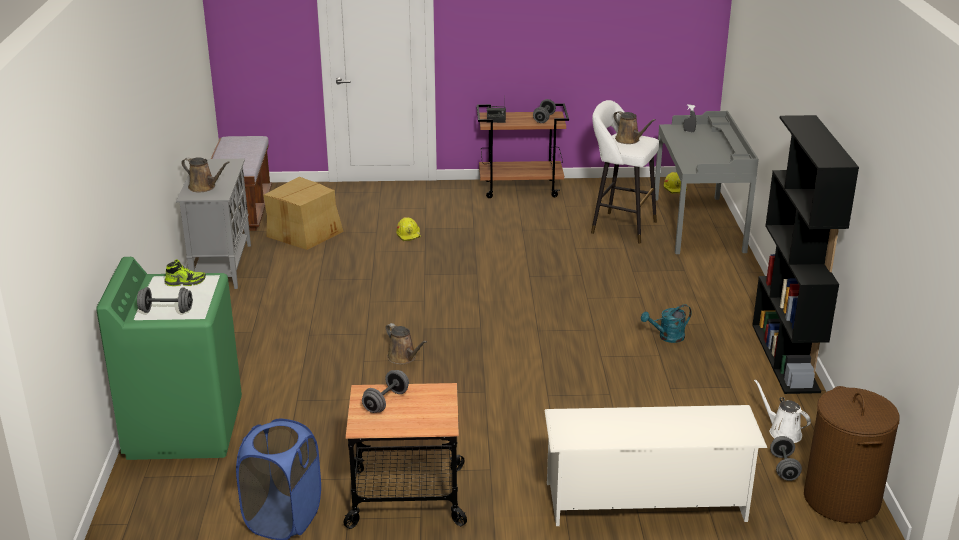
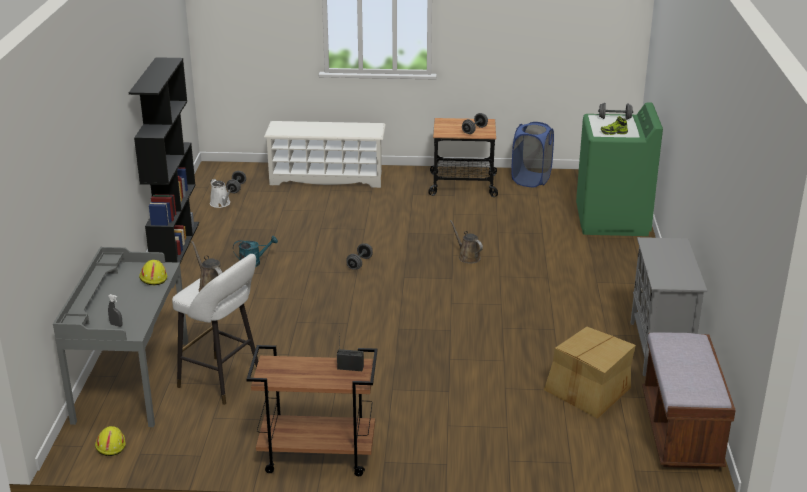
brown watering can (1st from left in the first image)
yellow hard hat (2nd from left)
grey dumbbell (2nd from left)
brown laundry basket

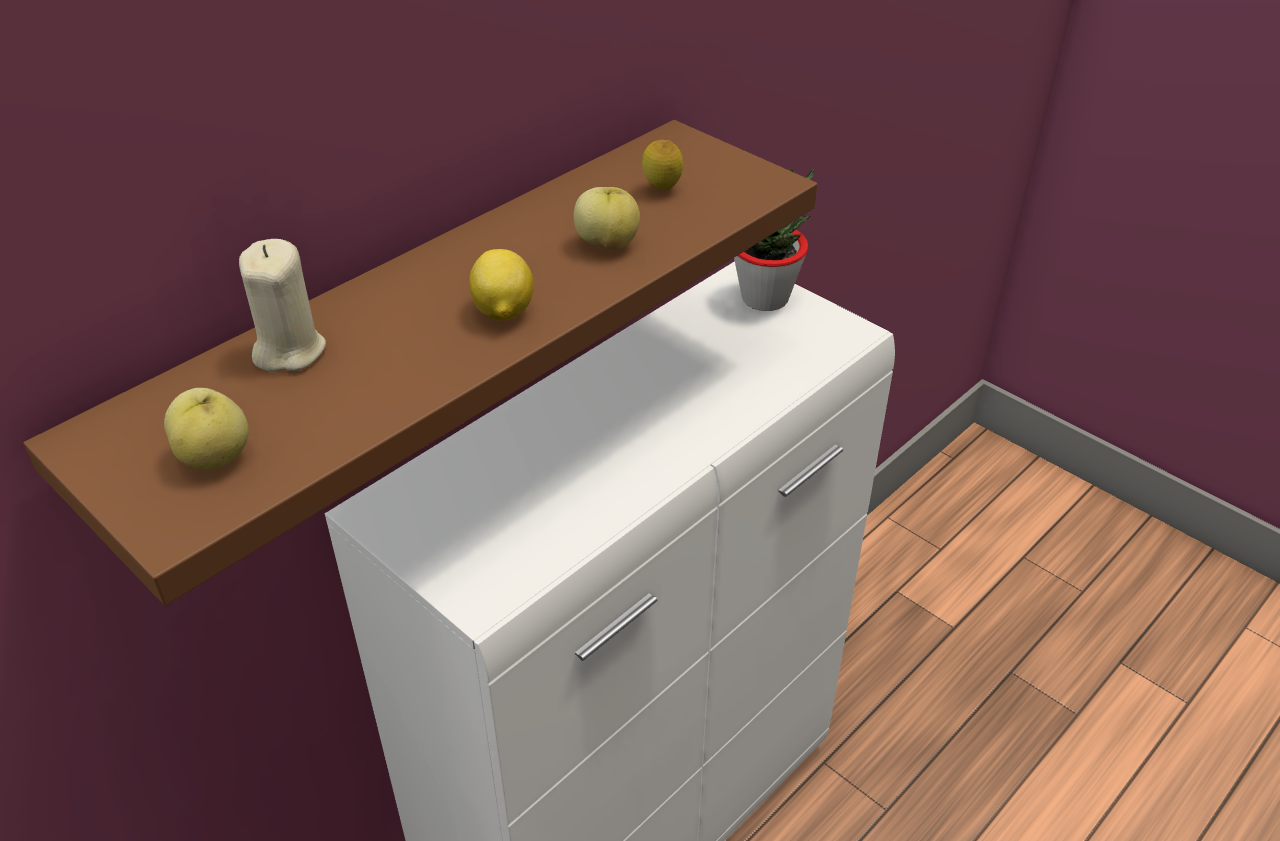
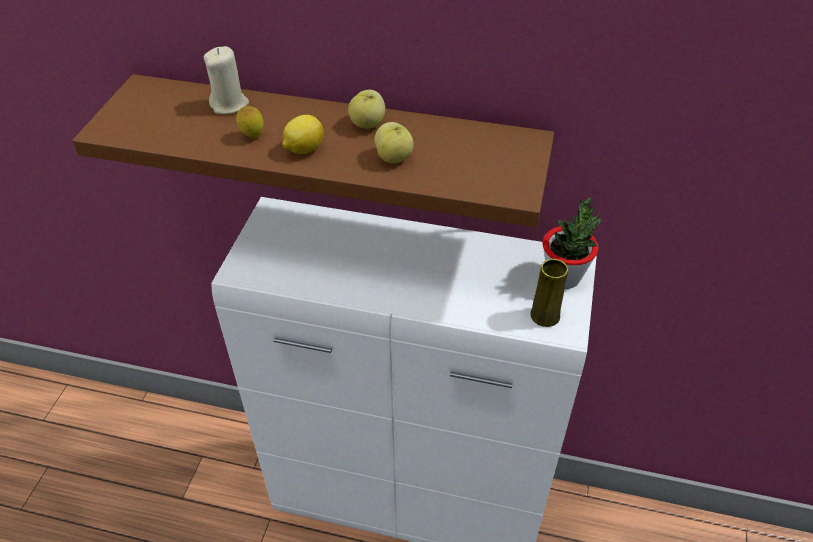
apple (1st from left)
lemon (1st from left)
yellow vase

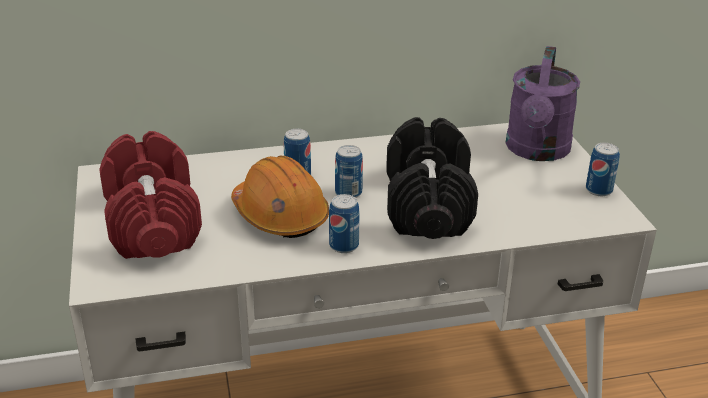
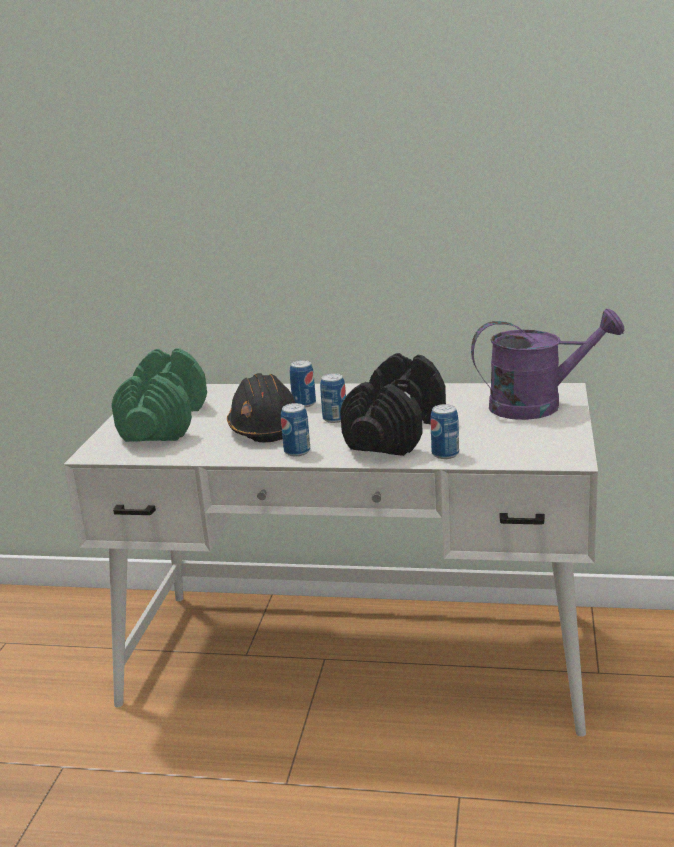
green dumbbell
black hard hat
purple watering can
can (4th from left)

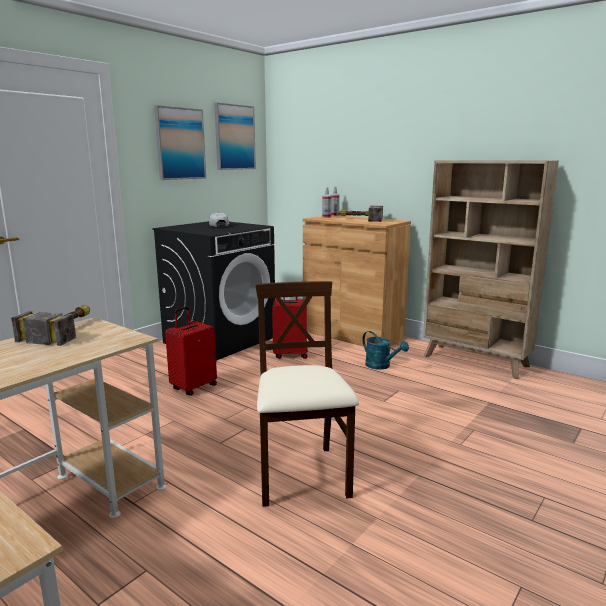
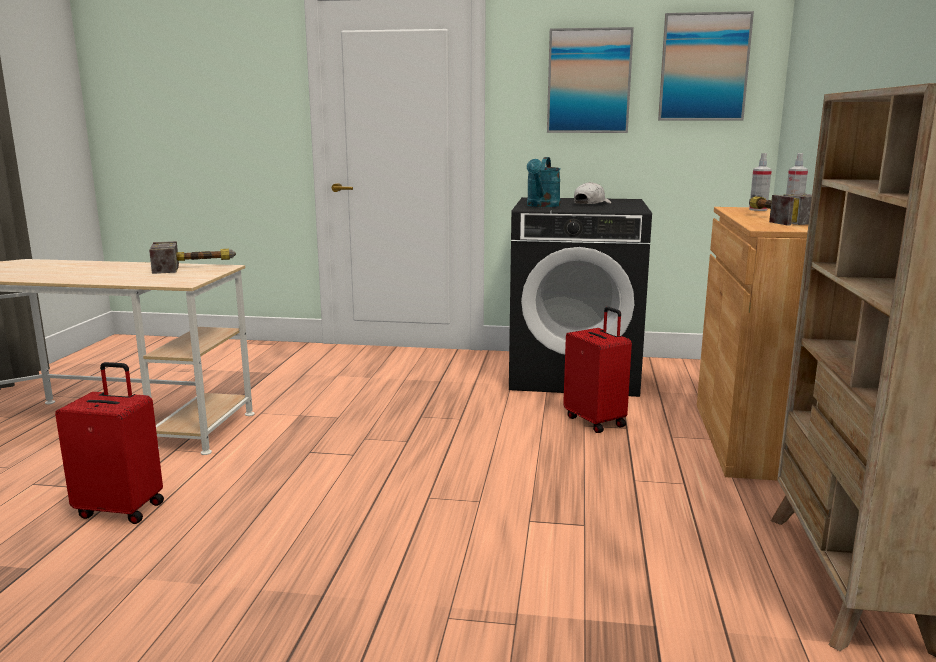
red suitcase (1st from left)
beige chair
turquoise watering can

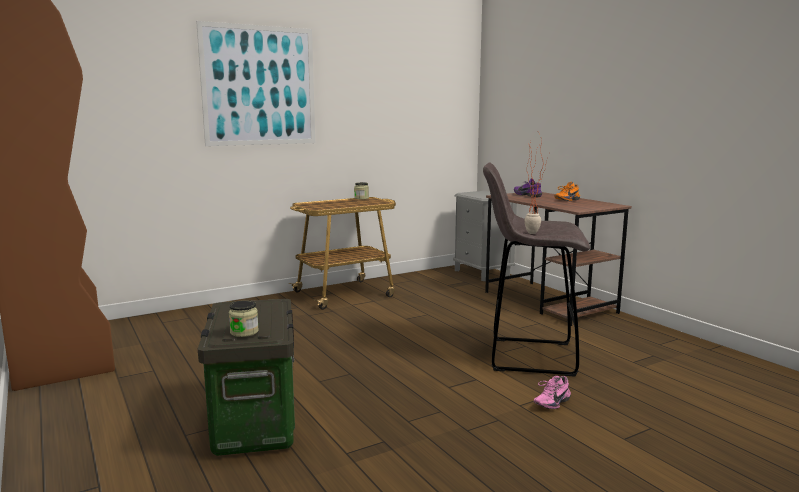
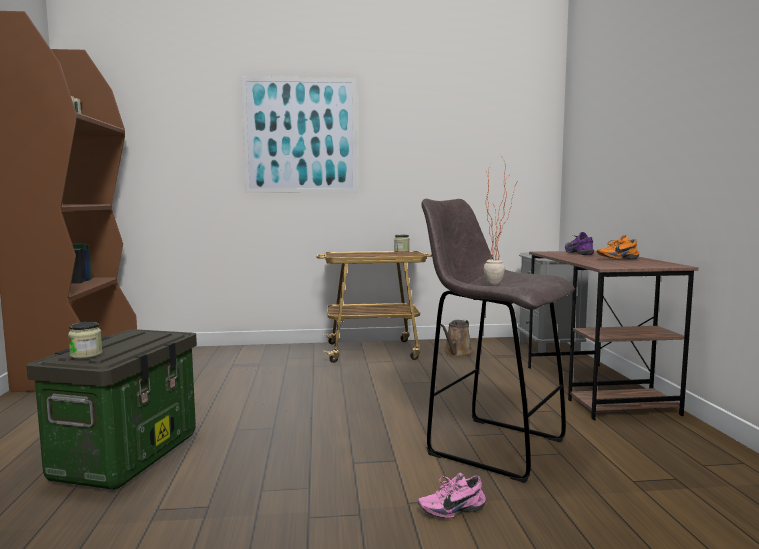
brown watering can

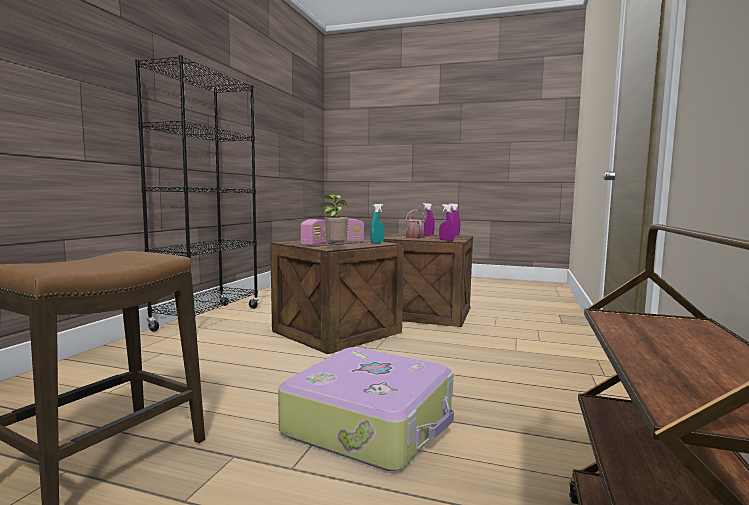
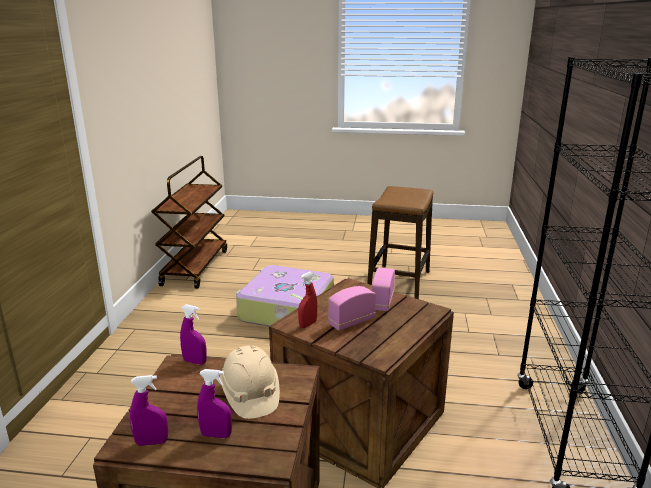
potted plant
red spray bottle
beige hard hat

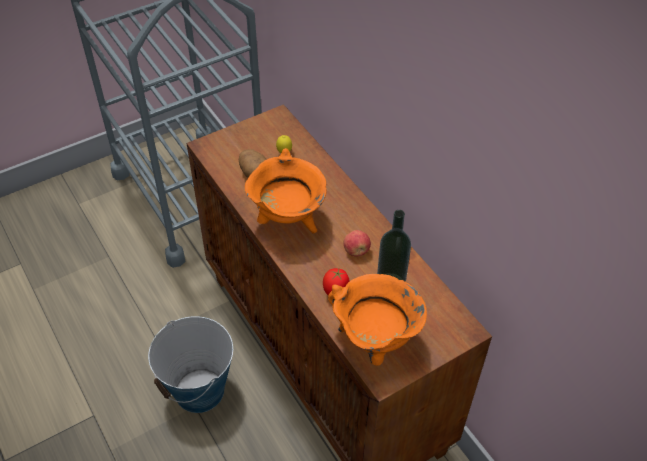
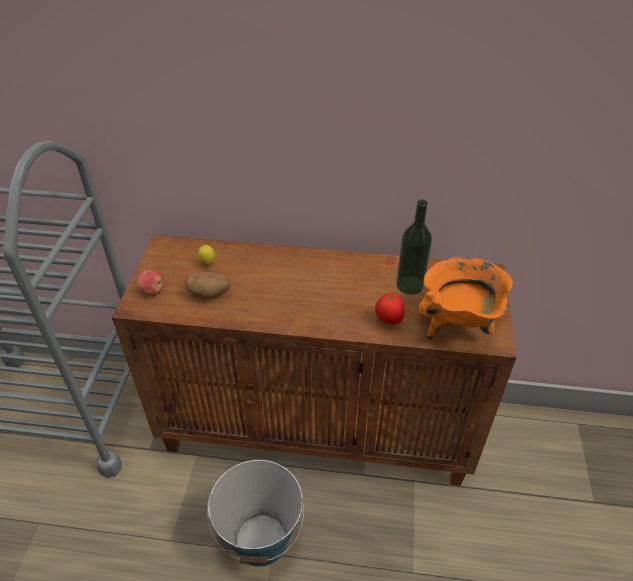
orange cooking pot (1st from left in the first image)
apple

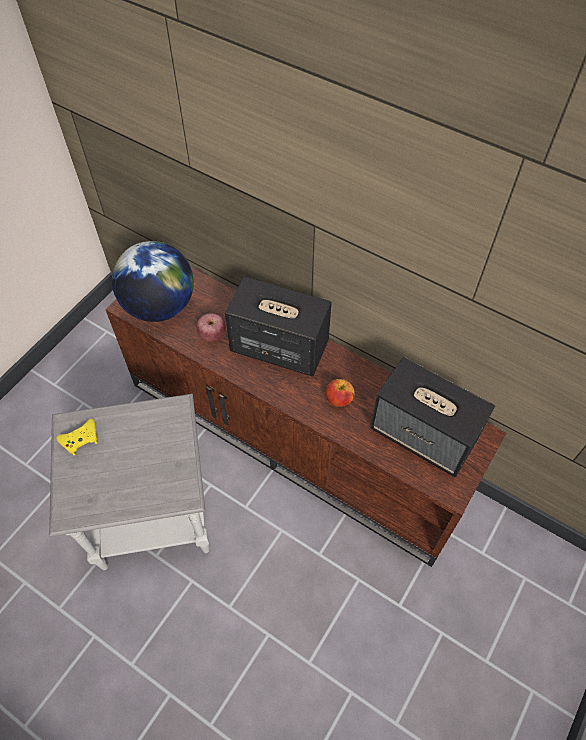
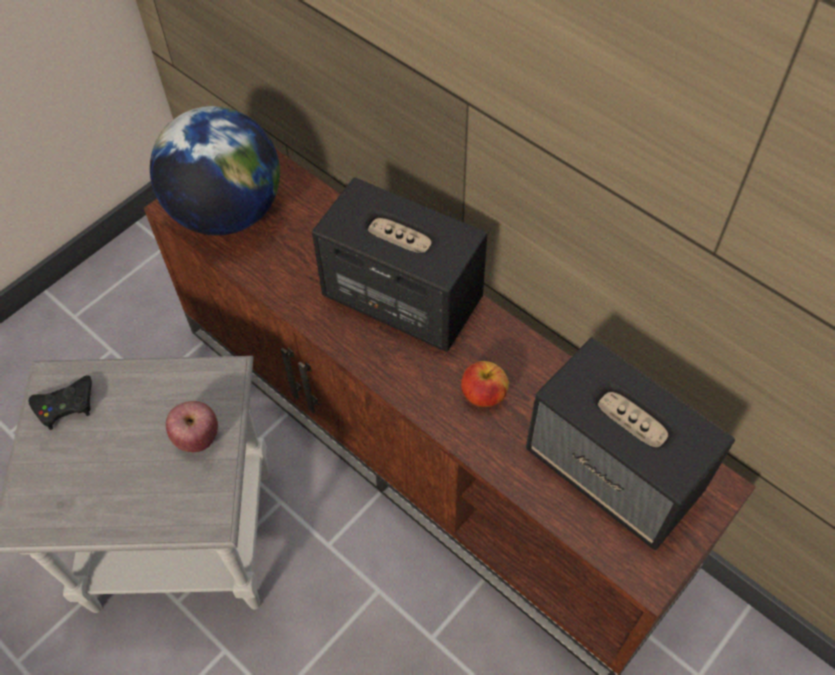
black game controller
apple (1st from left)

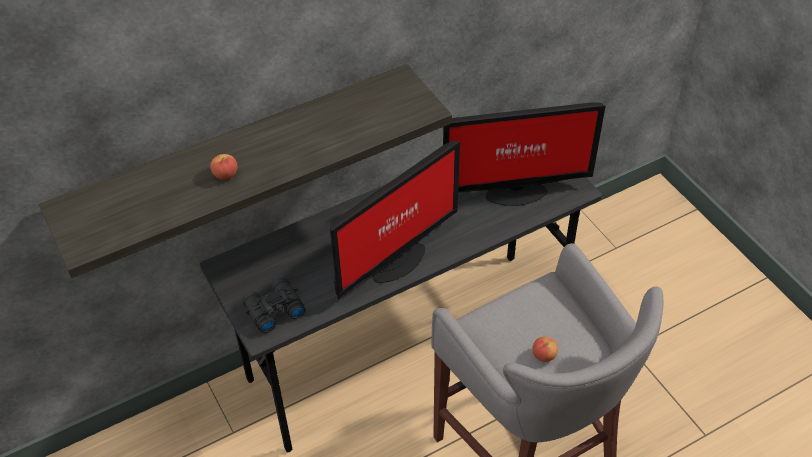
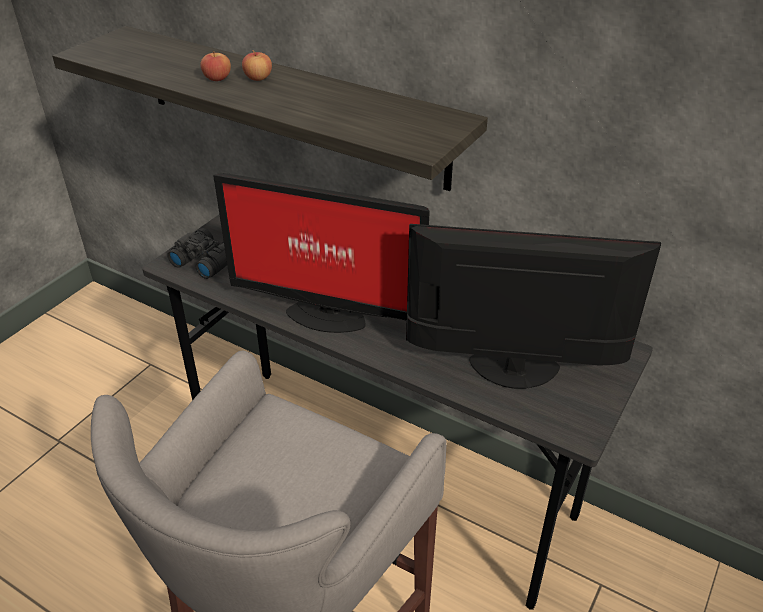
monitor (2nd from left)
apple (2nd from left)

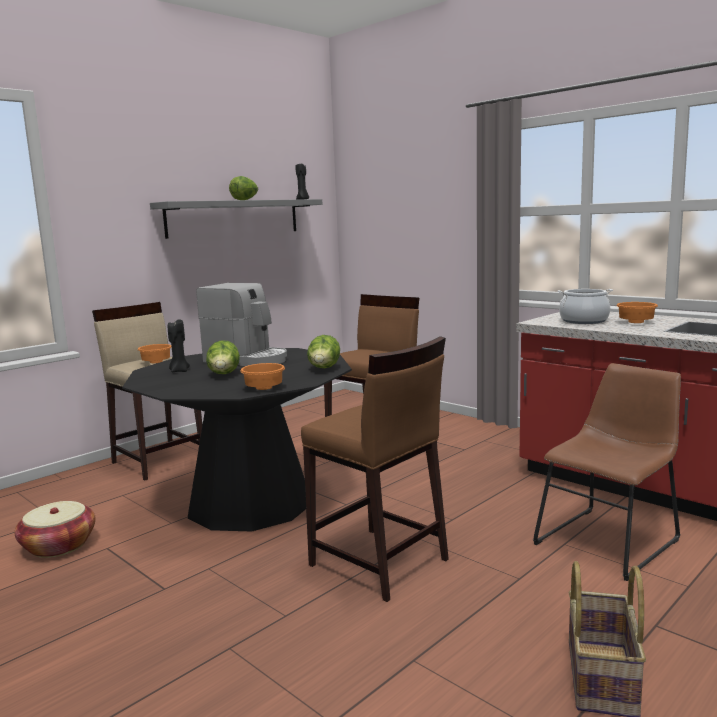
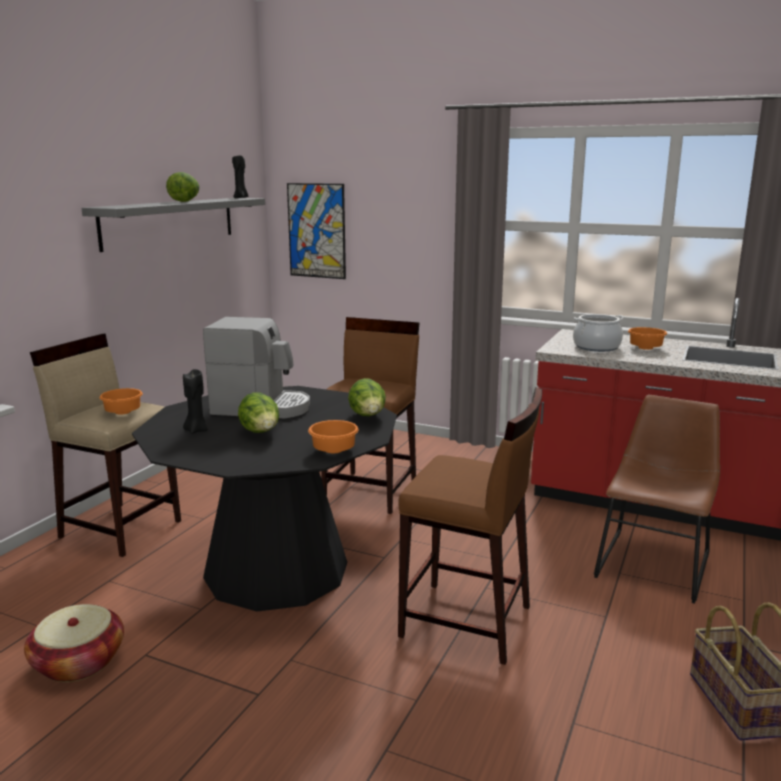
picture

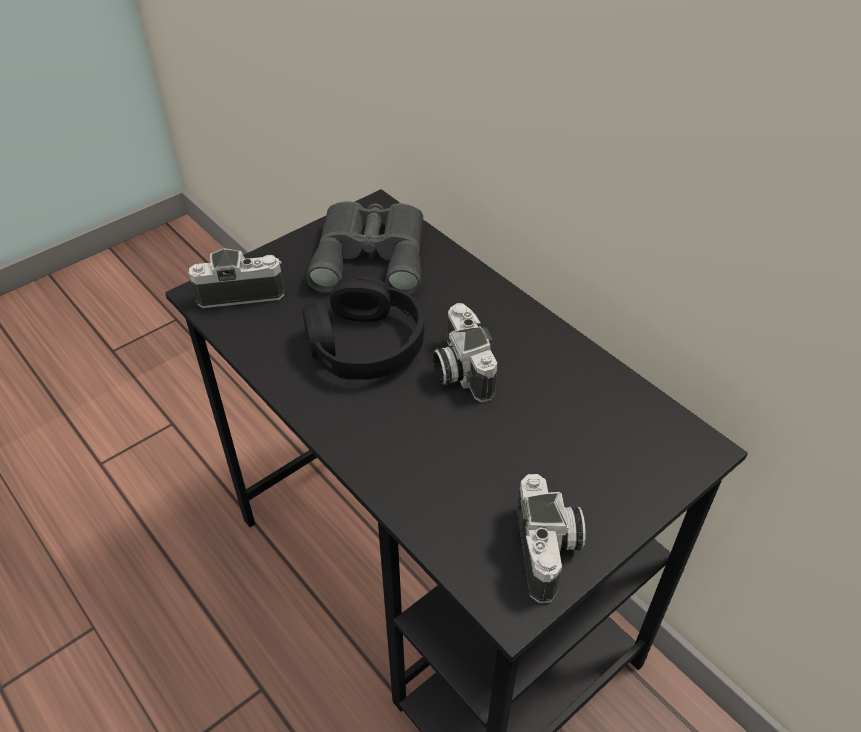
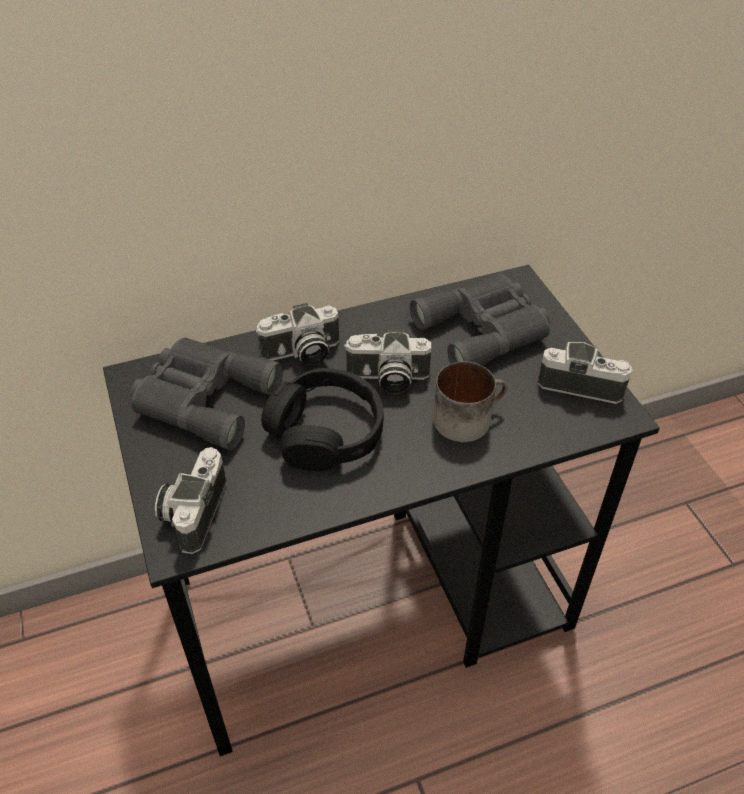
photo camera (2nd from left)
grey binoculars (2nd from left)
mug

